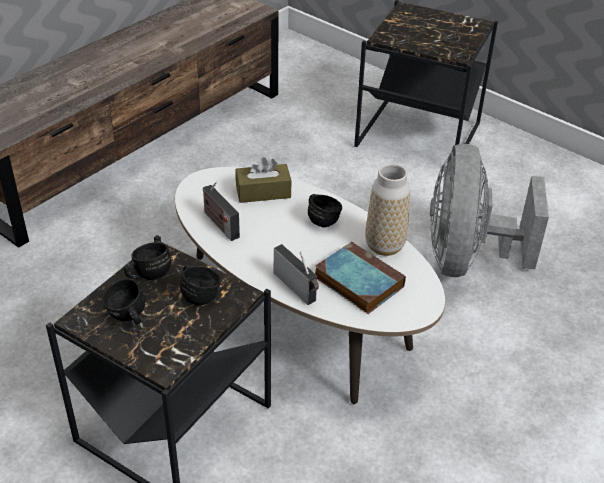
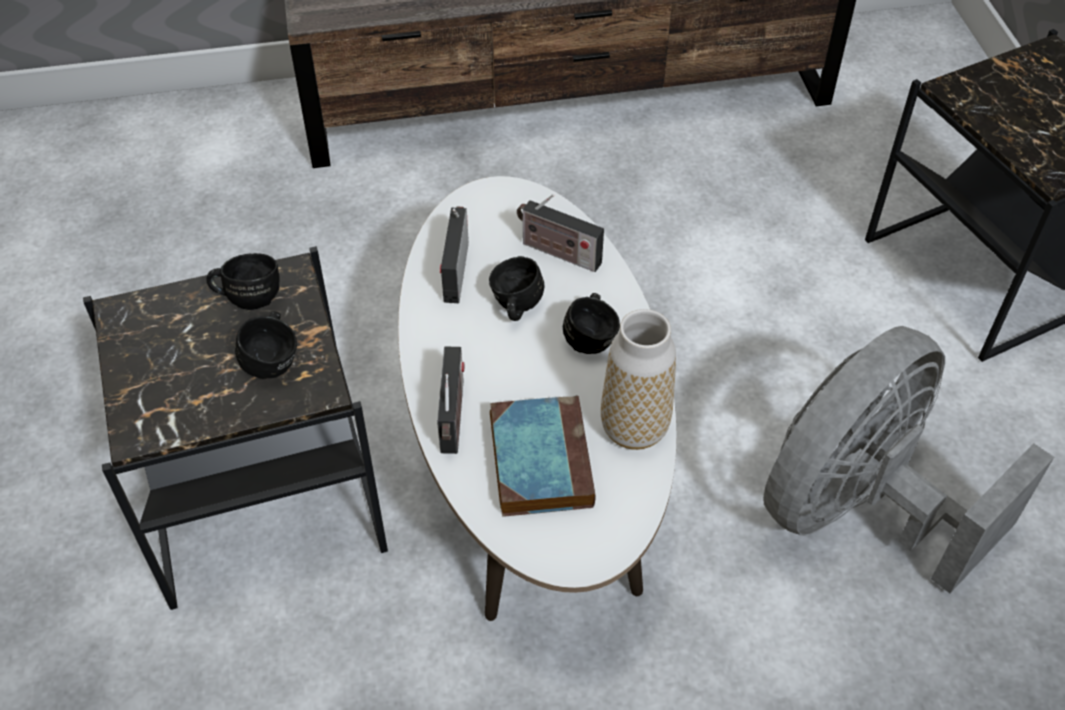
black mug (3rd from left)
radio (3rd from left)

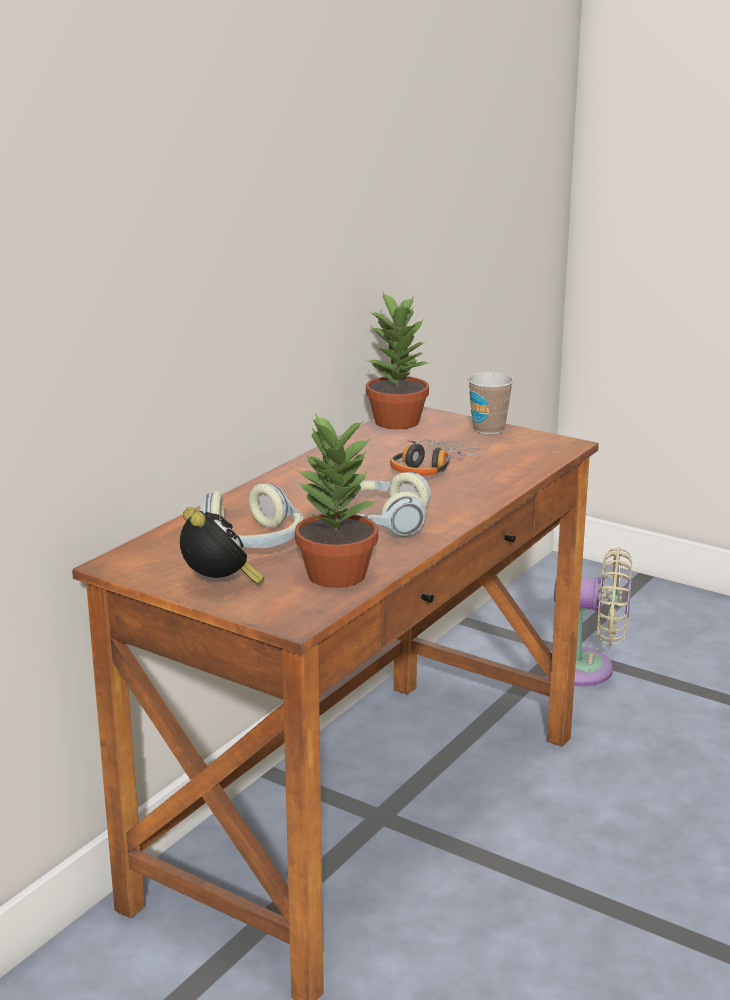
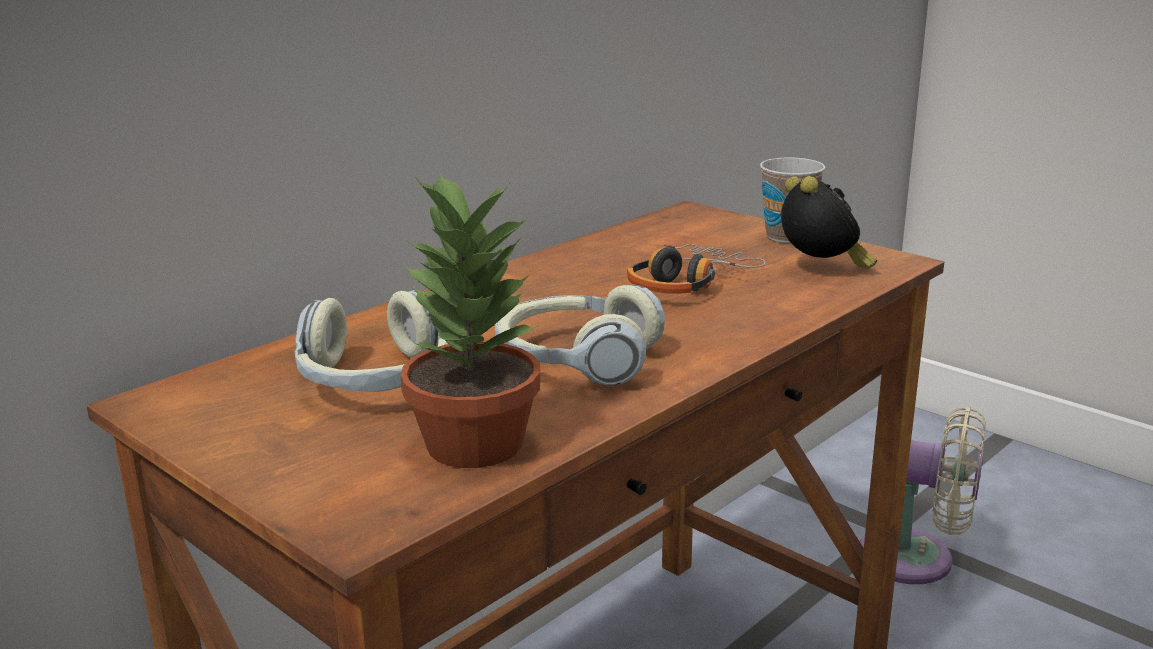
alarm clock
potted plant (2nd from left in the first image)

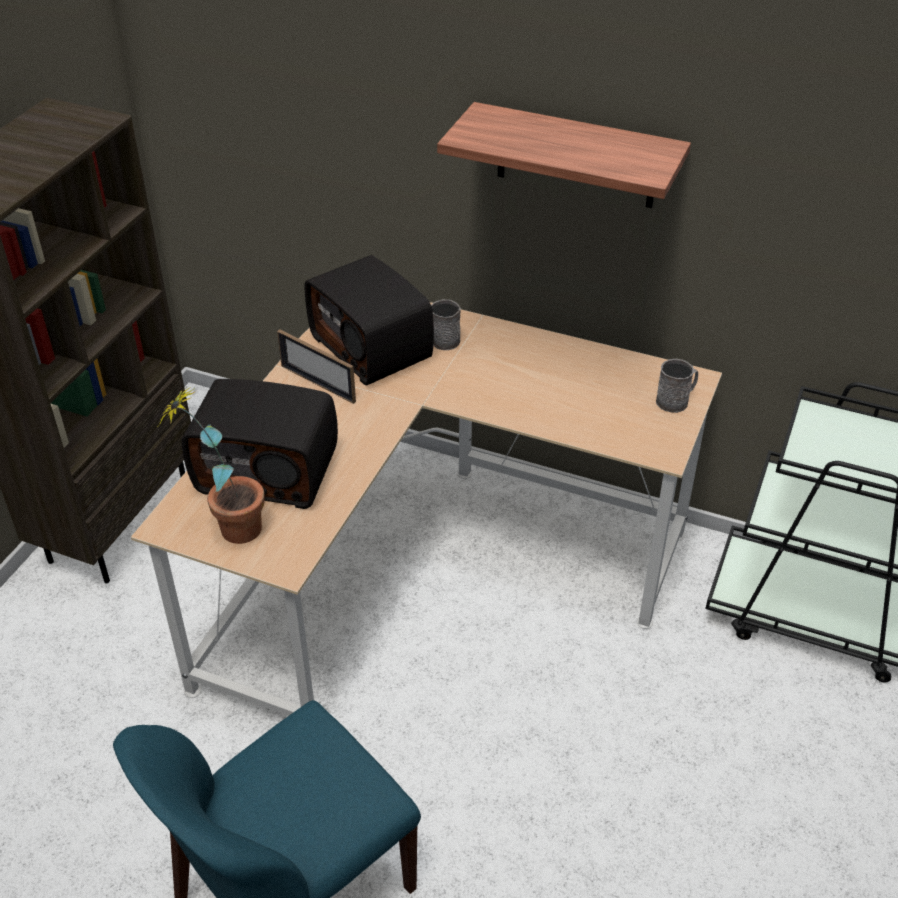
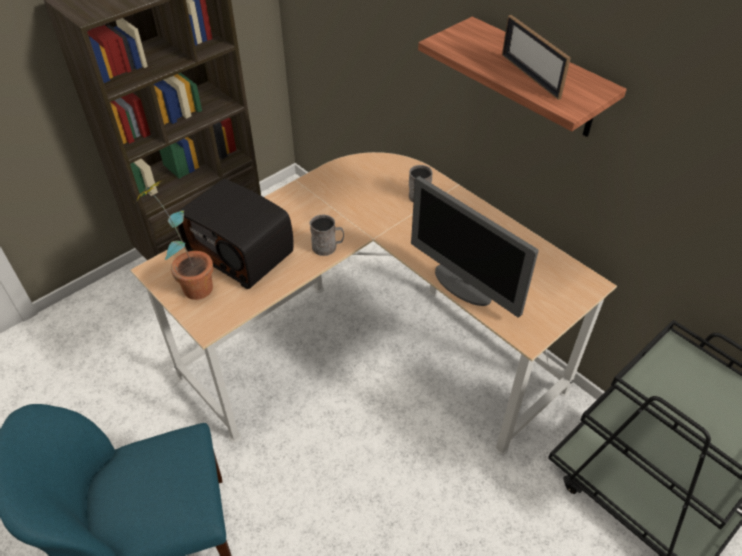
picture frame
radio (2nd from left in the first image)
grey mug (1st from left)
monitor

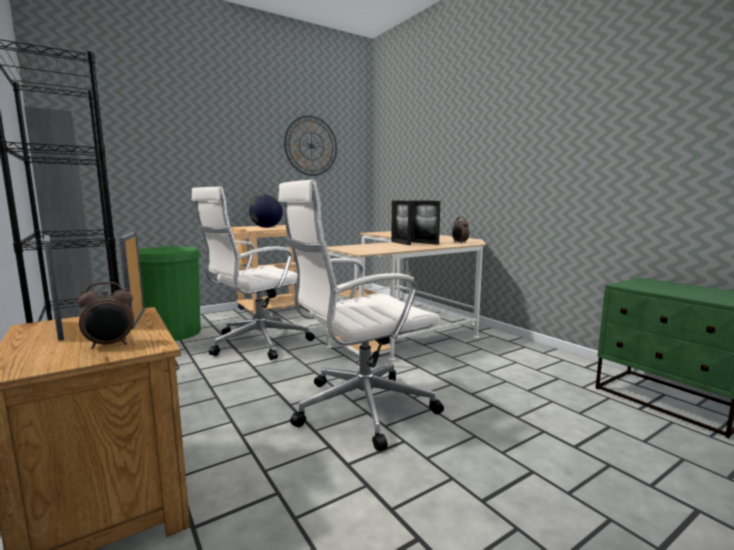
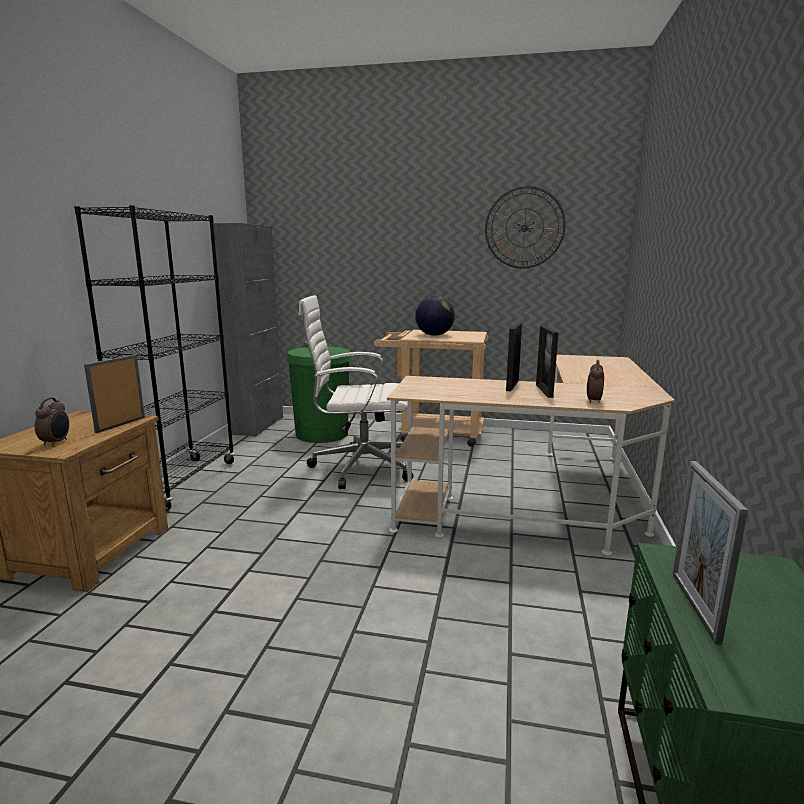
picture frame (4th from left)
alarm clock (1st from left)
white office chair (2nd from left in the first image)

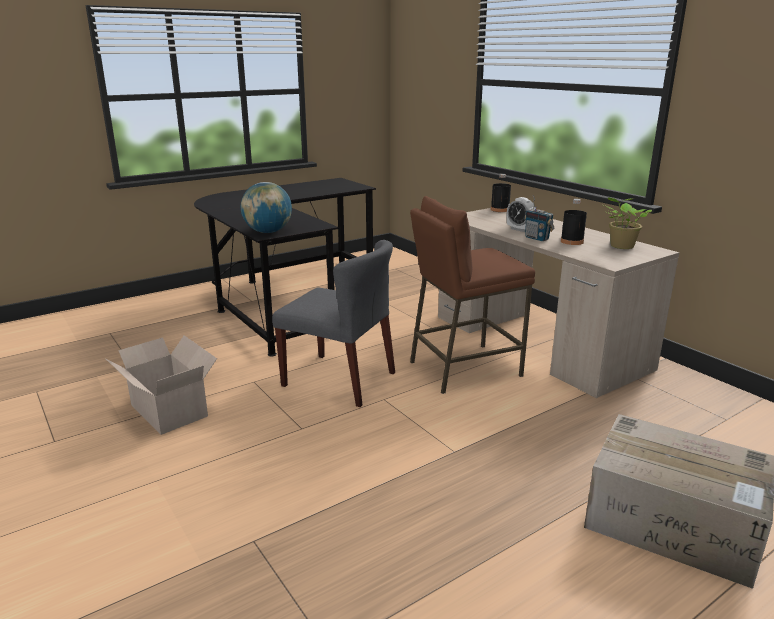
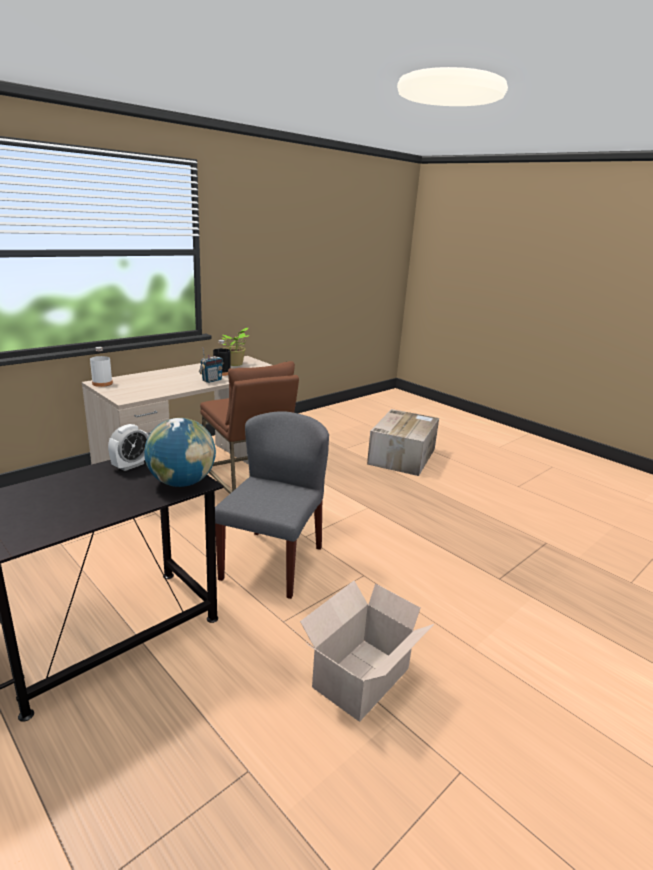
white bottle
alarm clock

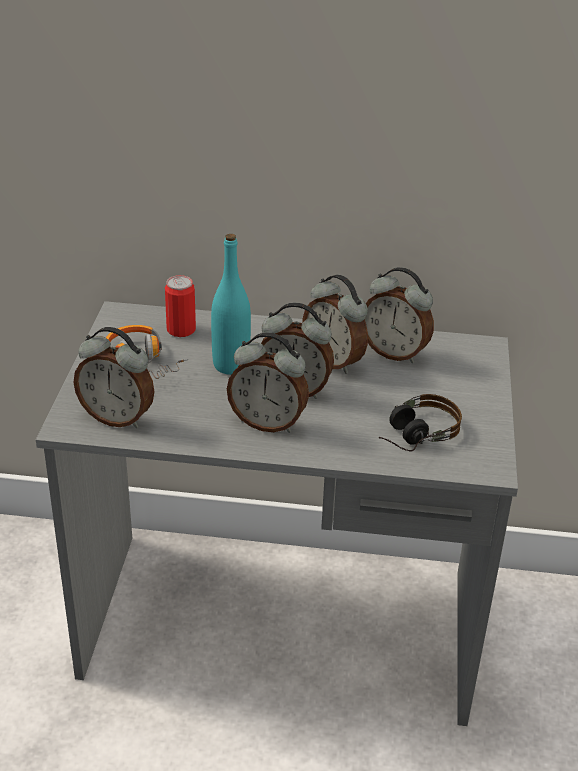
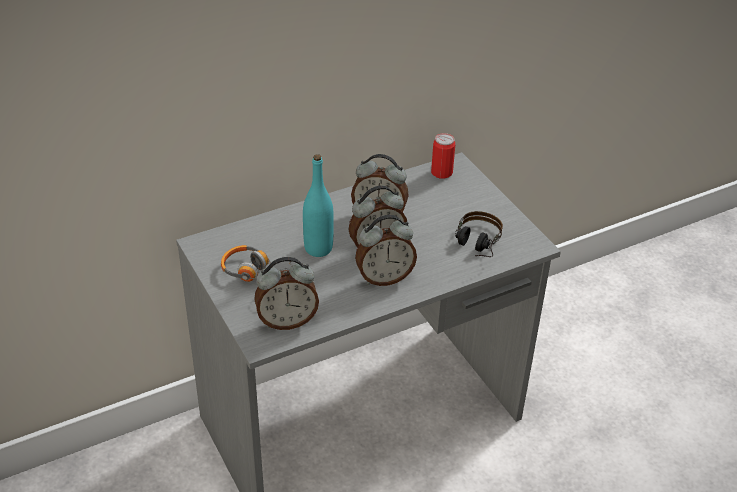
can
alarm clock (5th from left in the first image)

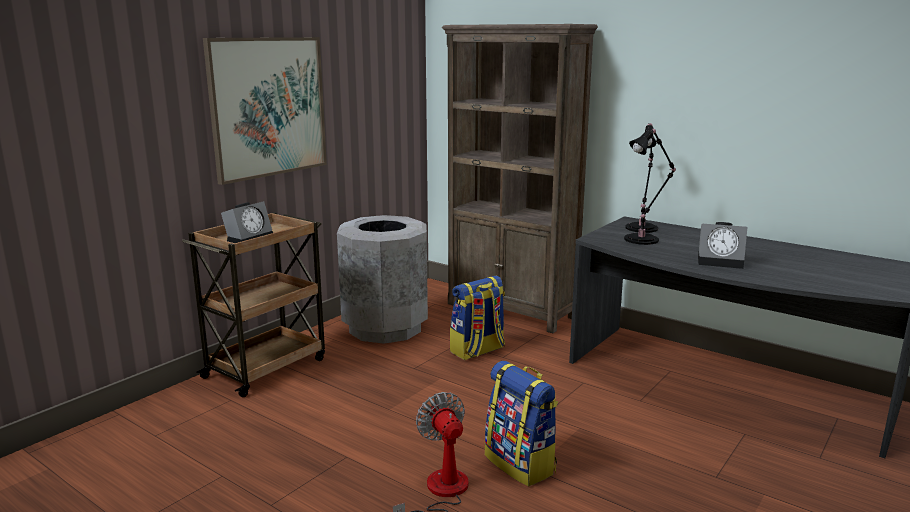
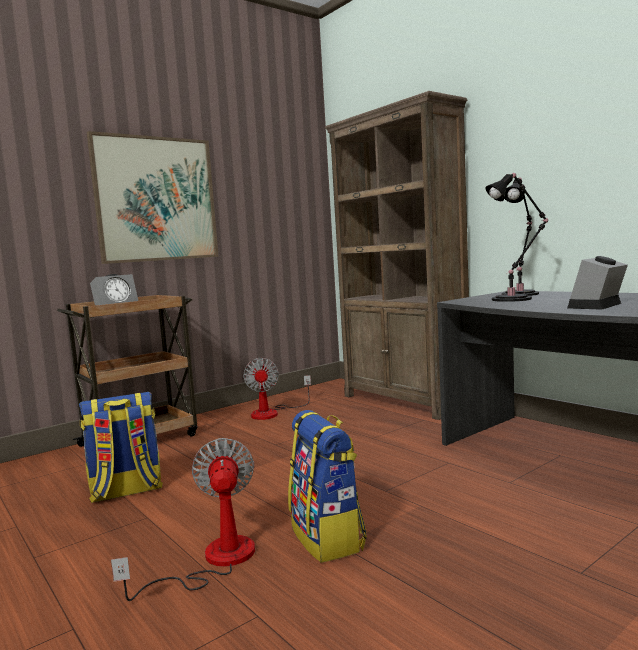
fan (2nd from left)
backpack (1st from left)
alarm clock (2nd from left)

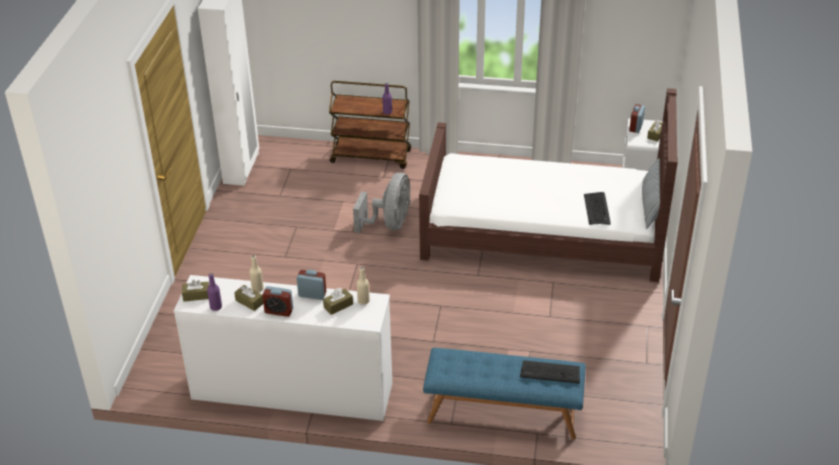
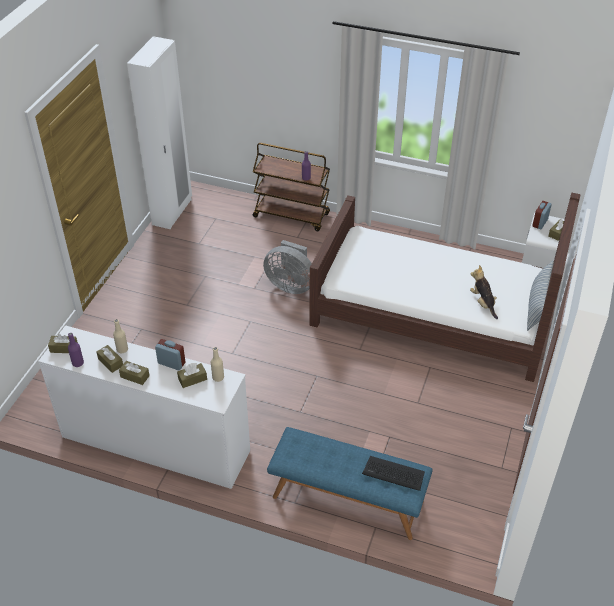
brown tissue box (3rd from left)
grey fan
plush toy

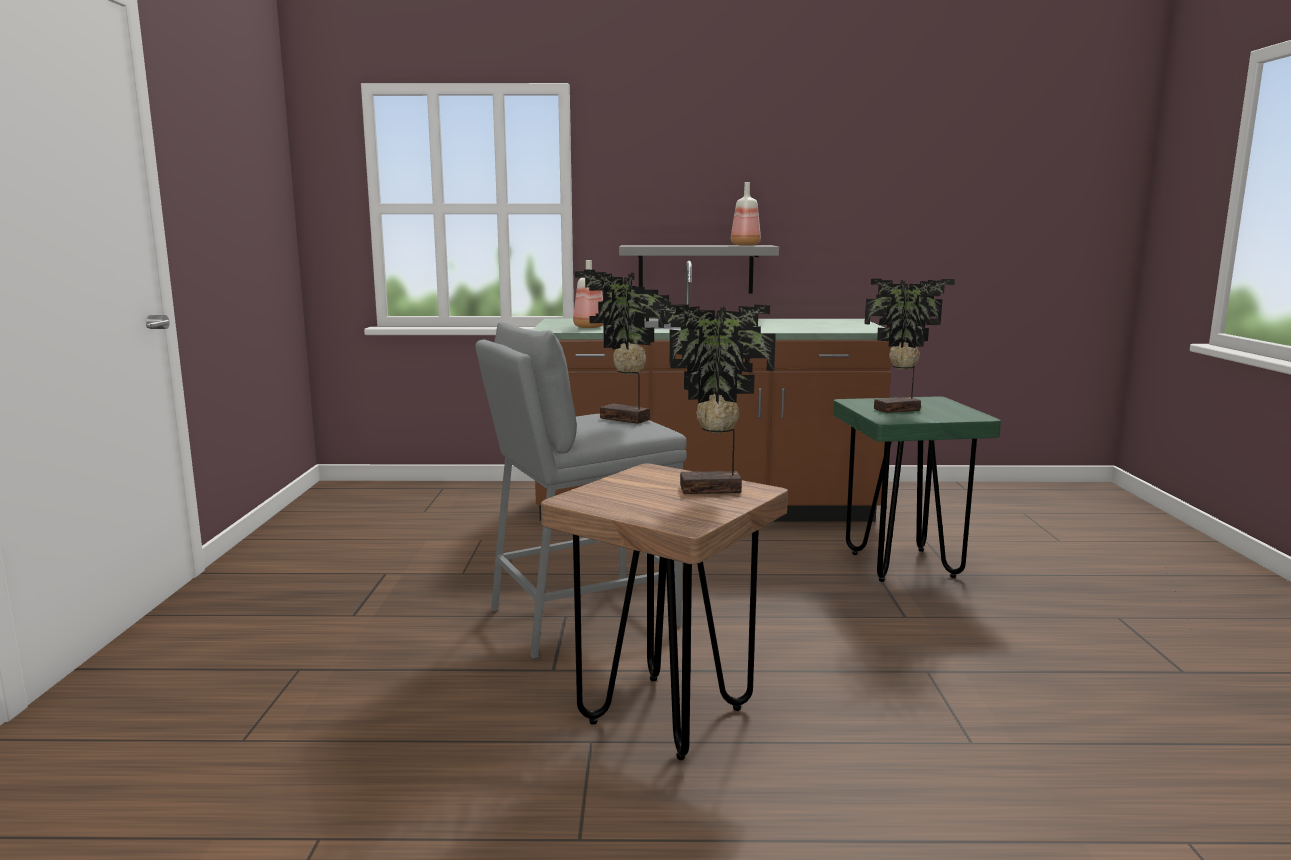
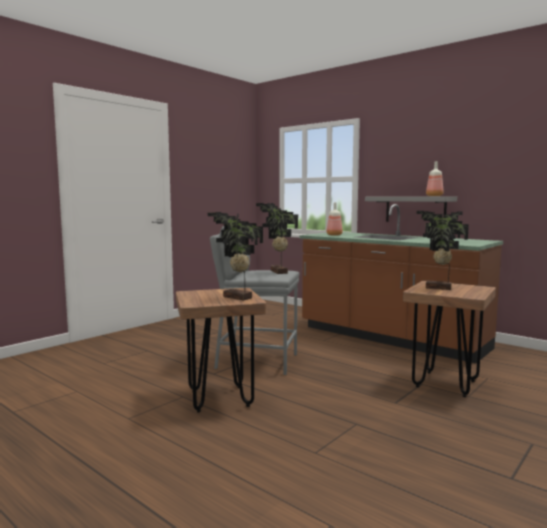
brown stool (2nd from left)

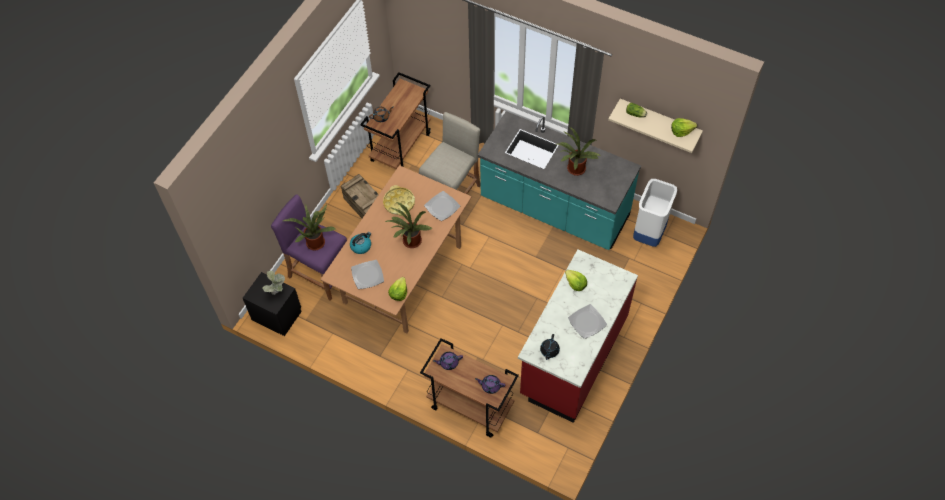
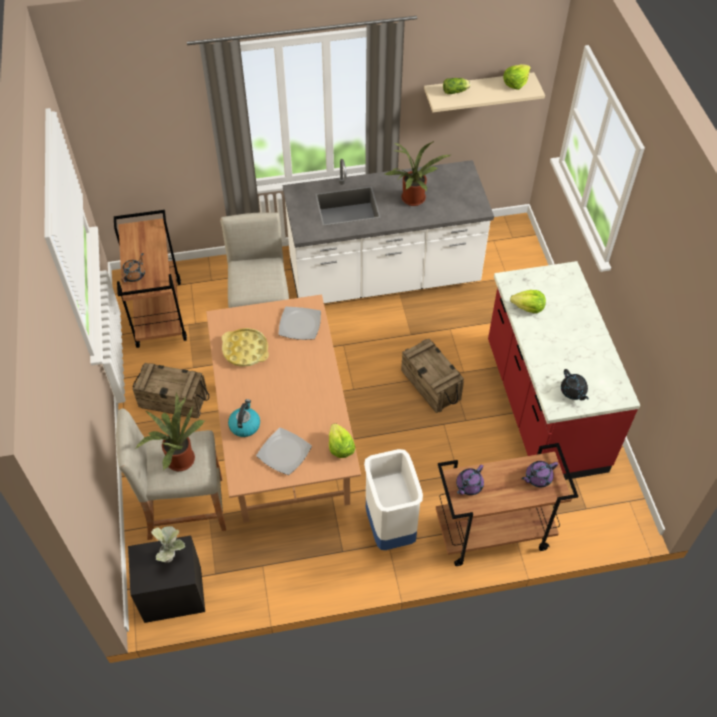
beige stool (1st from left)
potted plant (3rd from left in the first image)
white counter
plate (3rd from left in the first image)
white trash can
crate (2nd from left)

